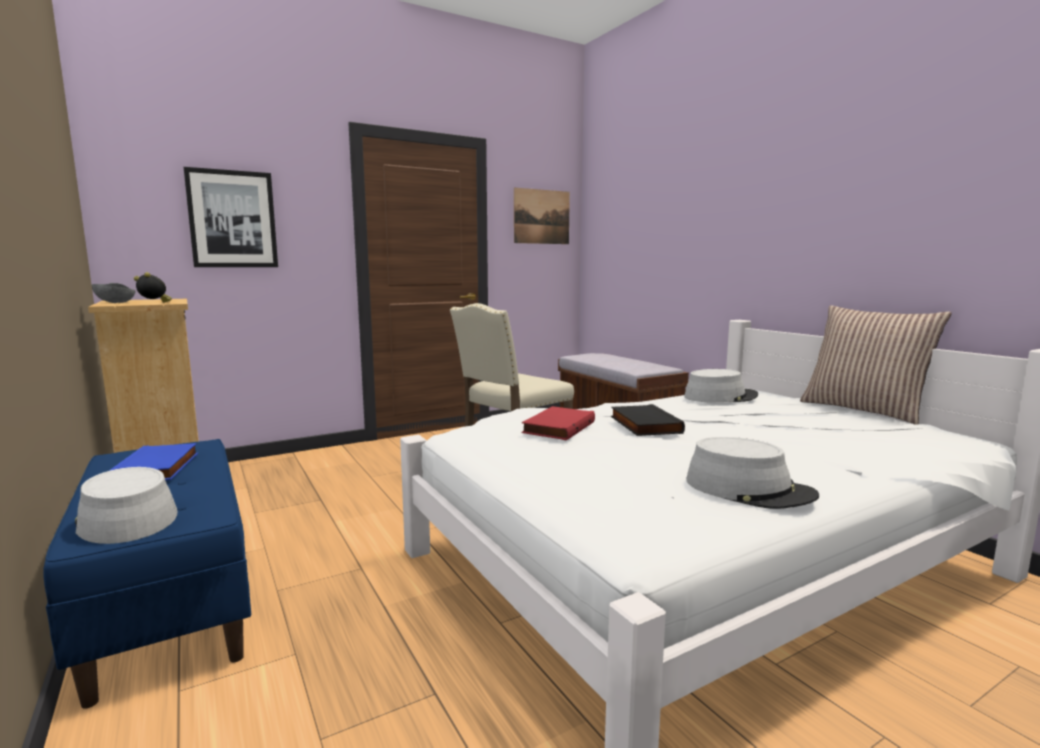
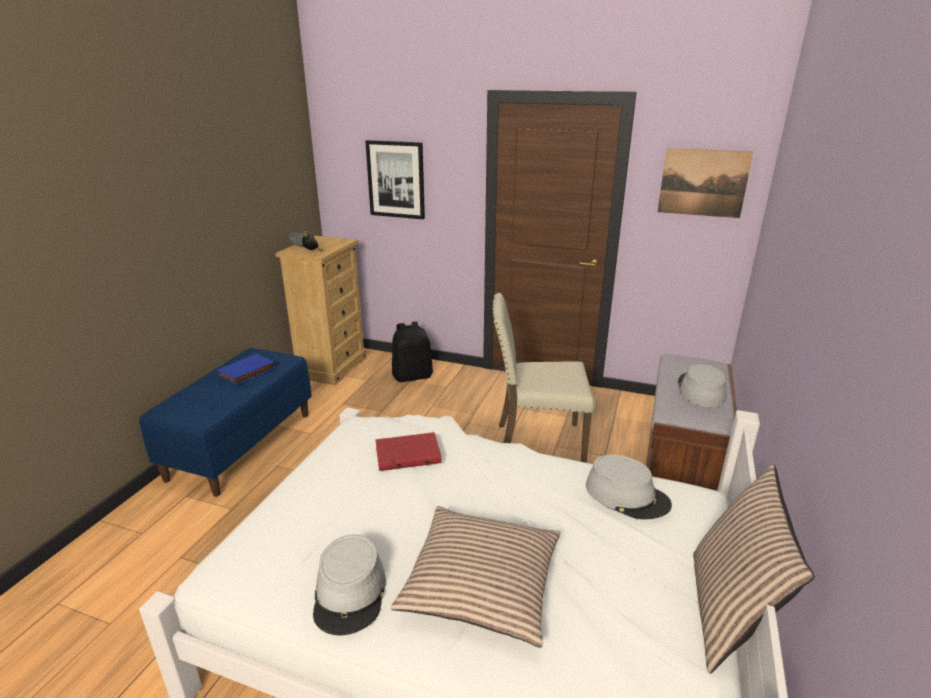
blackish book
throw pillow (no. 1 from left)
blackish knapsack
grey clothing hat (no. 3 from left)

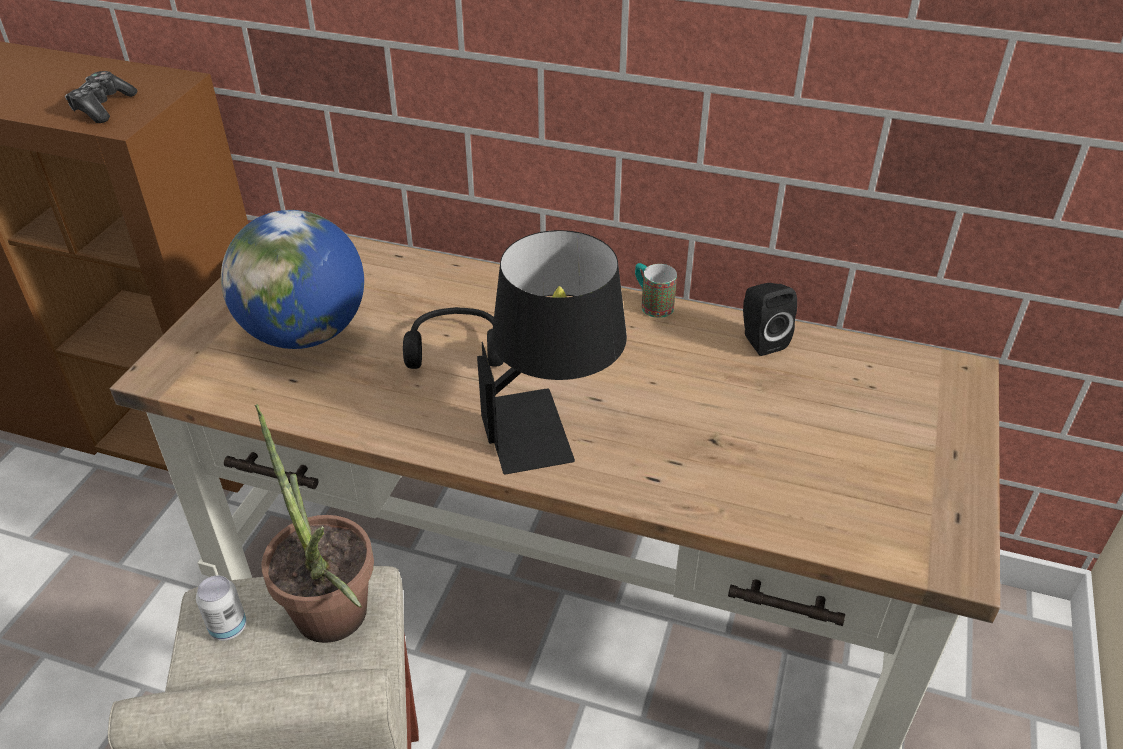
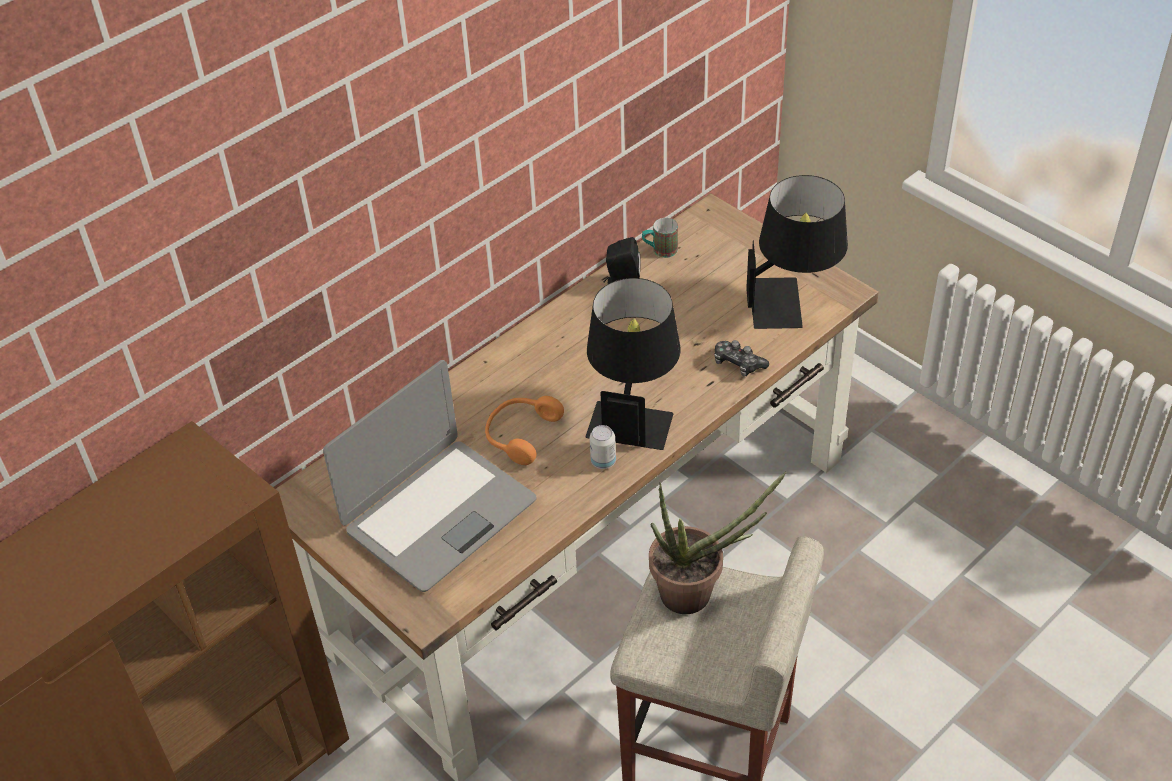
blackish table lamp (no. 2 from left)
game controller
metal can
coffee mug
portable computer
orange-coloured headset

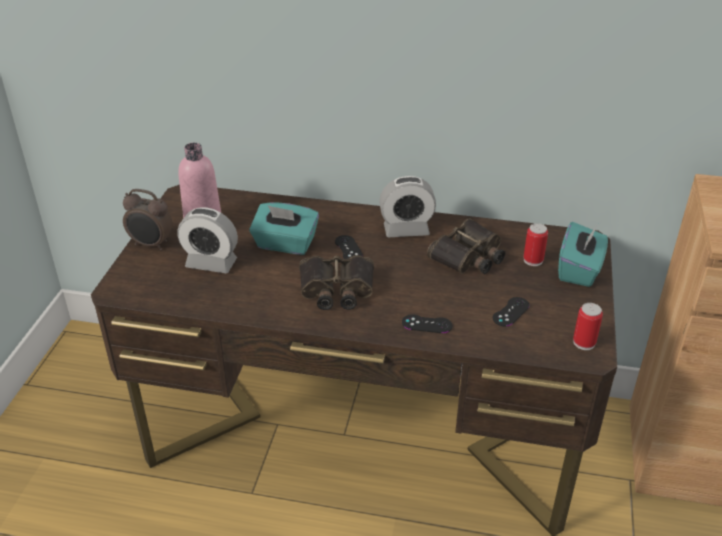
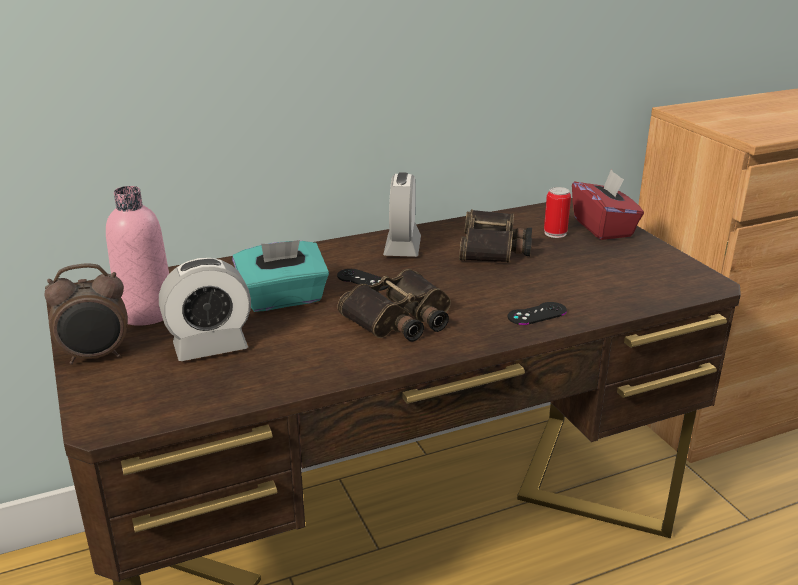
blackish game controller (no. 3 from left in the first image)
metal can (no. 2 from left in the first image)
red tissue box
alarm clock (no. 3 from left)

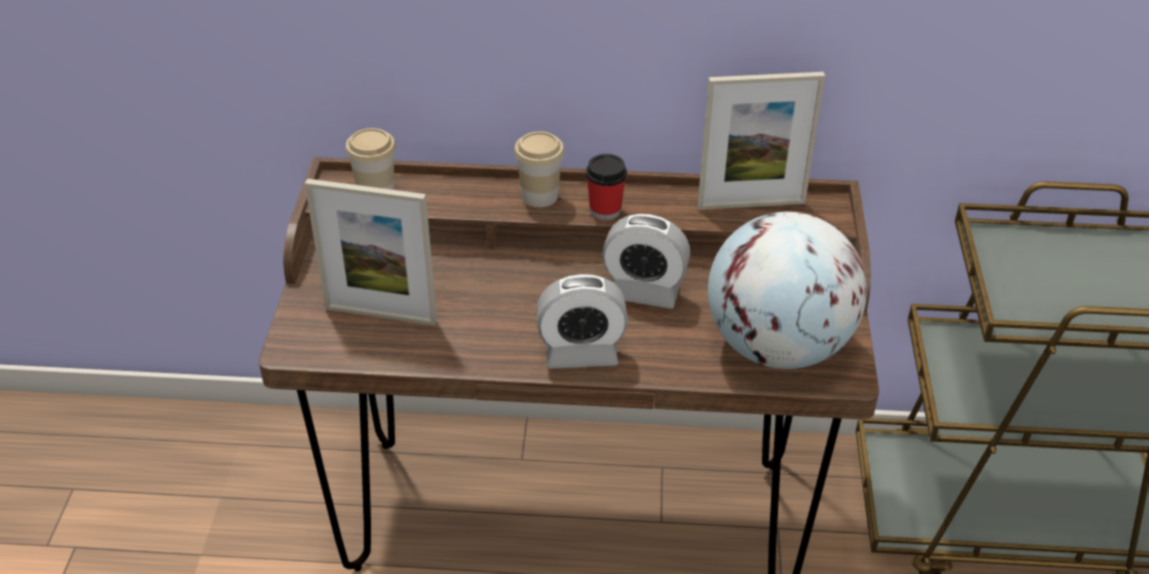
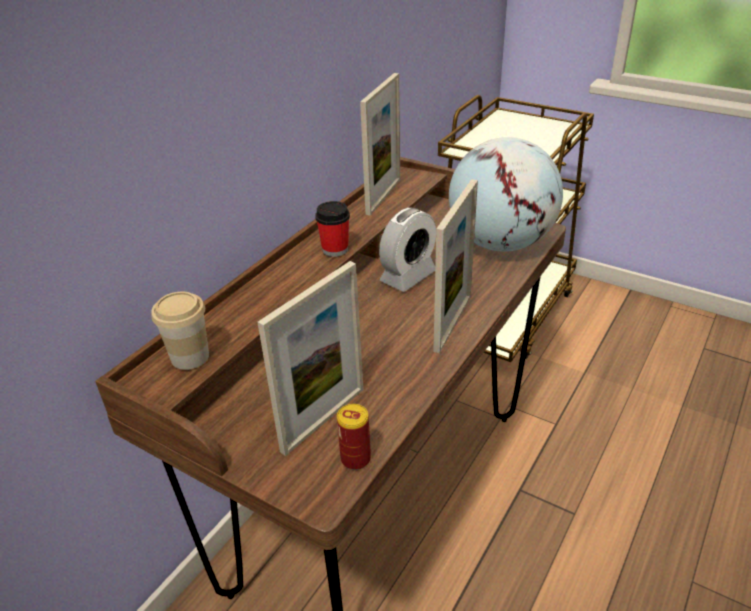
small cup (no. 2 from left in the first image)
metal can
photo frame (no. 3 from left)

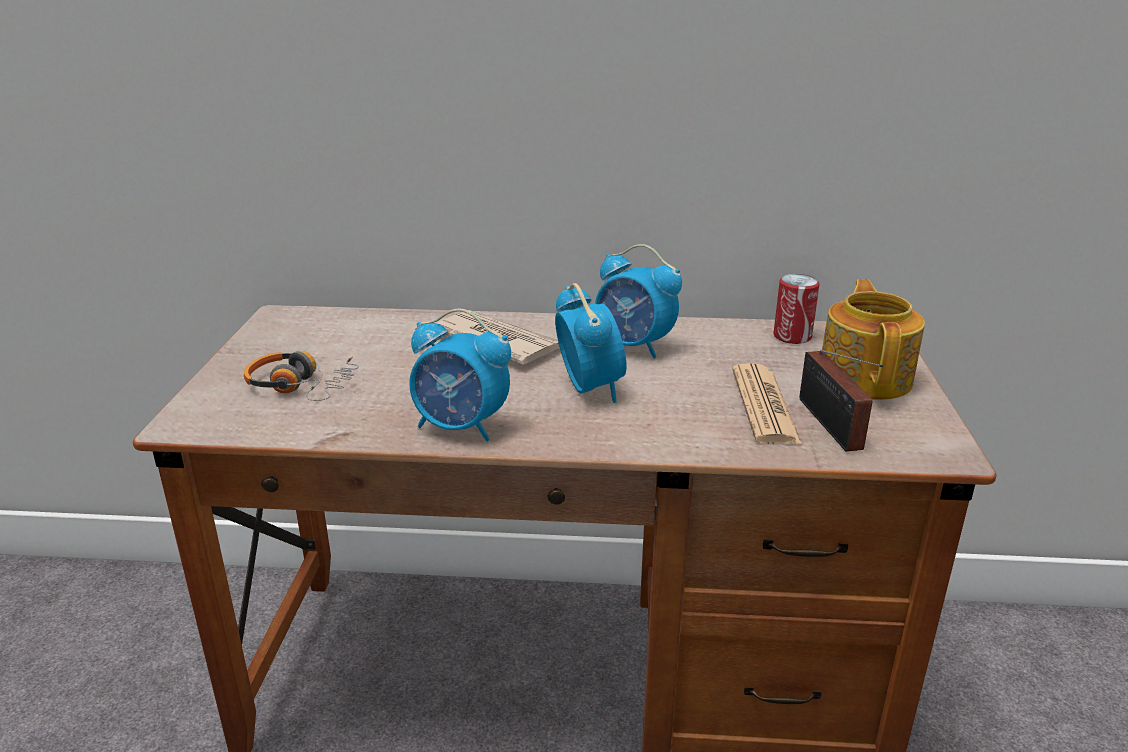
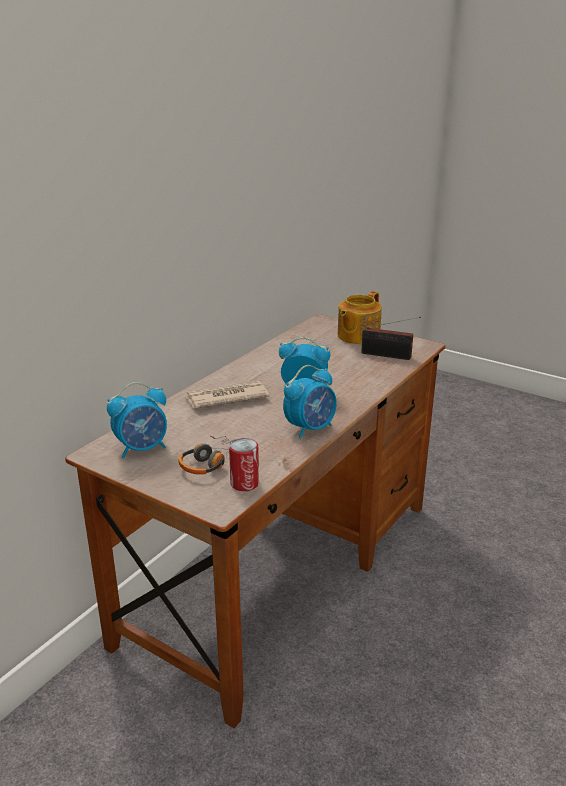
daily paper (no. 2 from left in the first image)
alarm clock (no. 1 from left)
metal can
tea pot

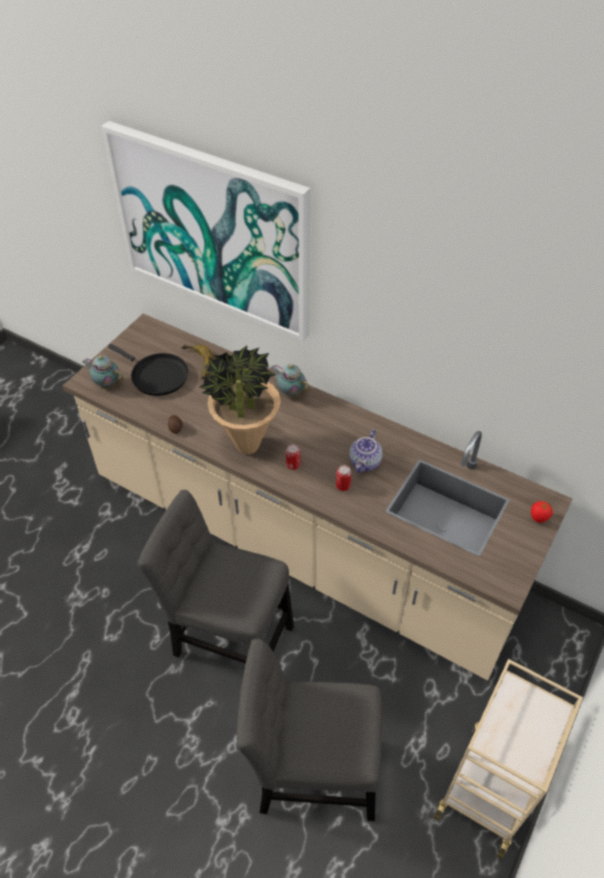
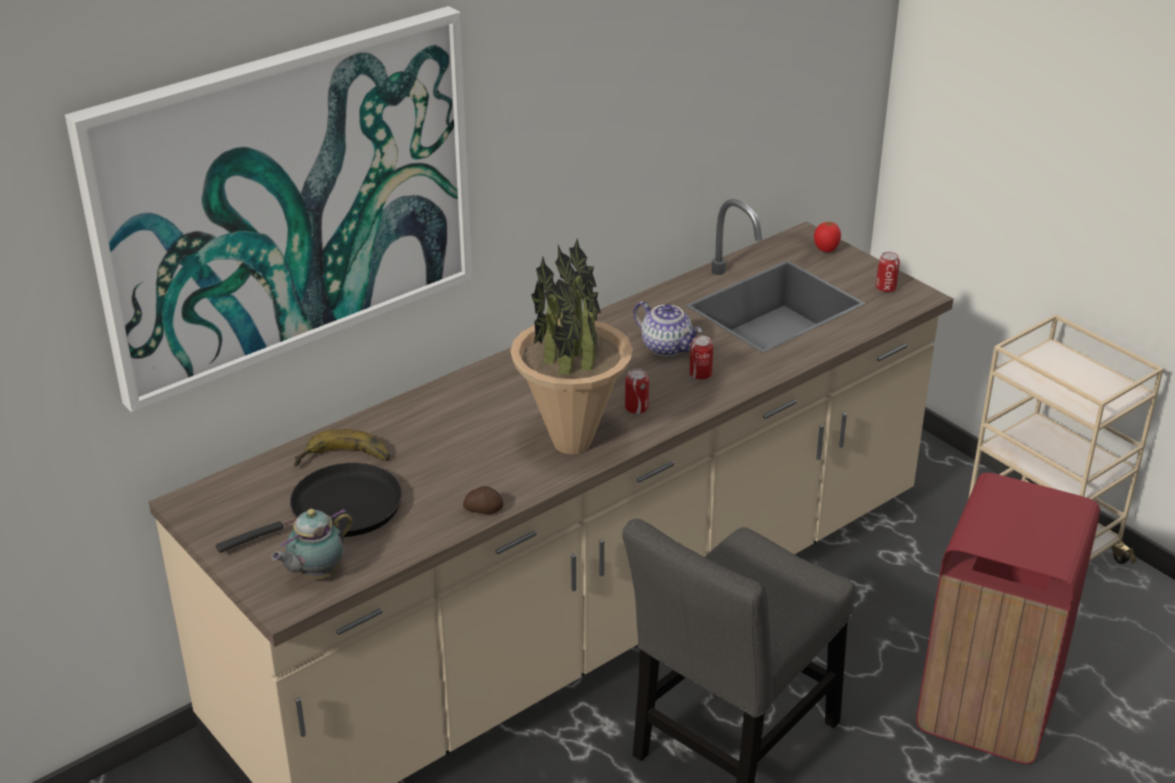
tea pot (no. 2 from left in the first image)
metal can (no. 3 from left)
red trash can

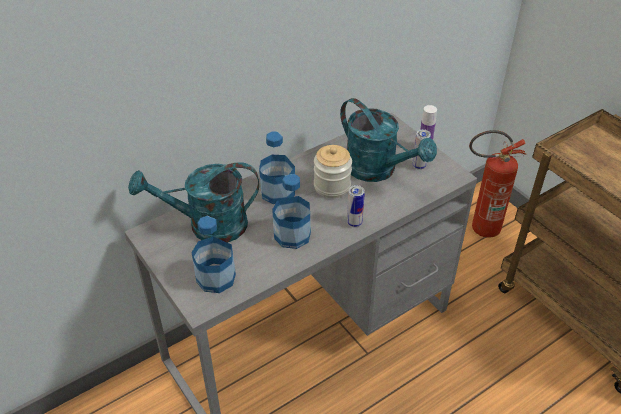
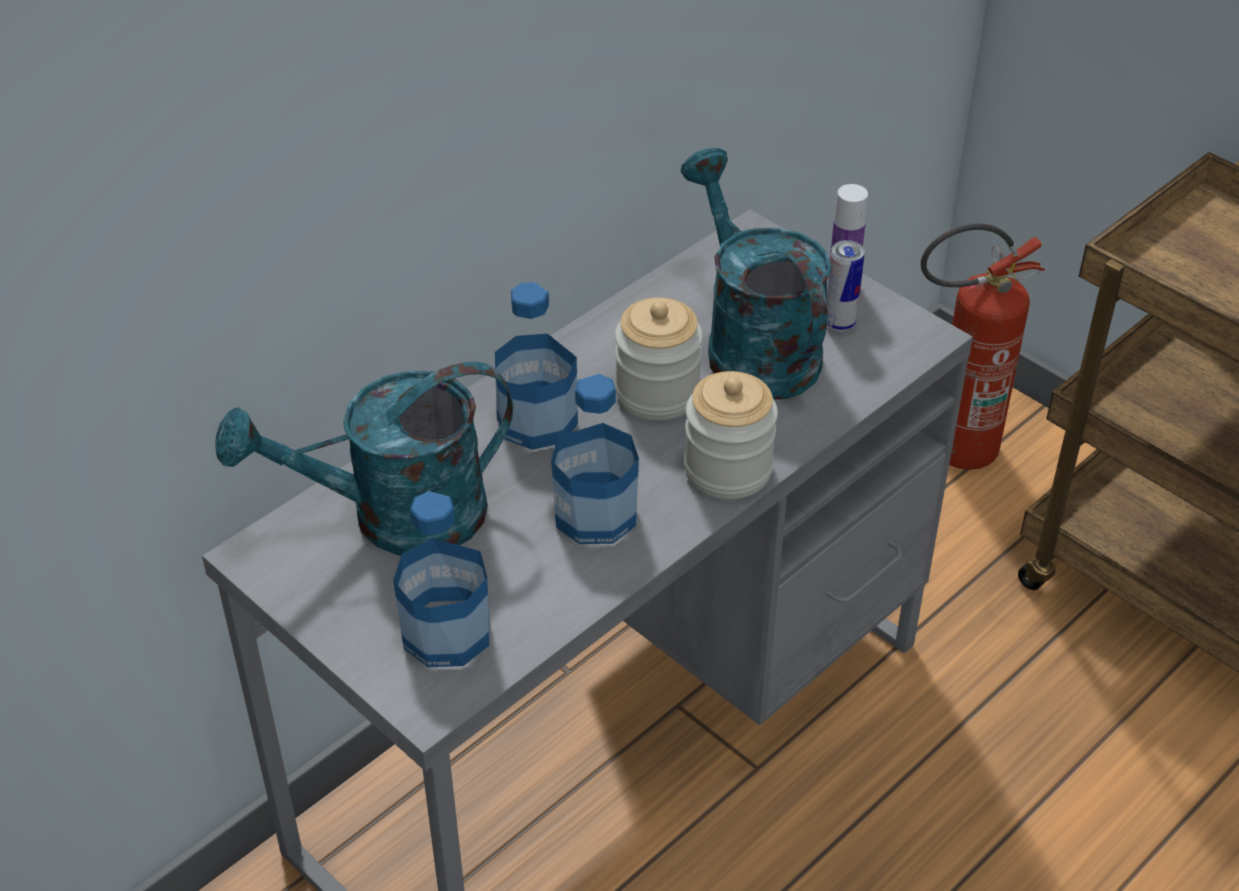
storage jar (no. 2 from left)
blue-green watering pot (no. 2 from left)

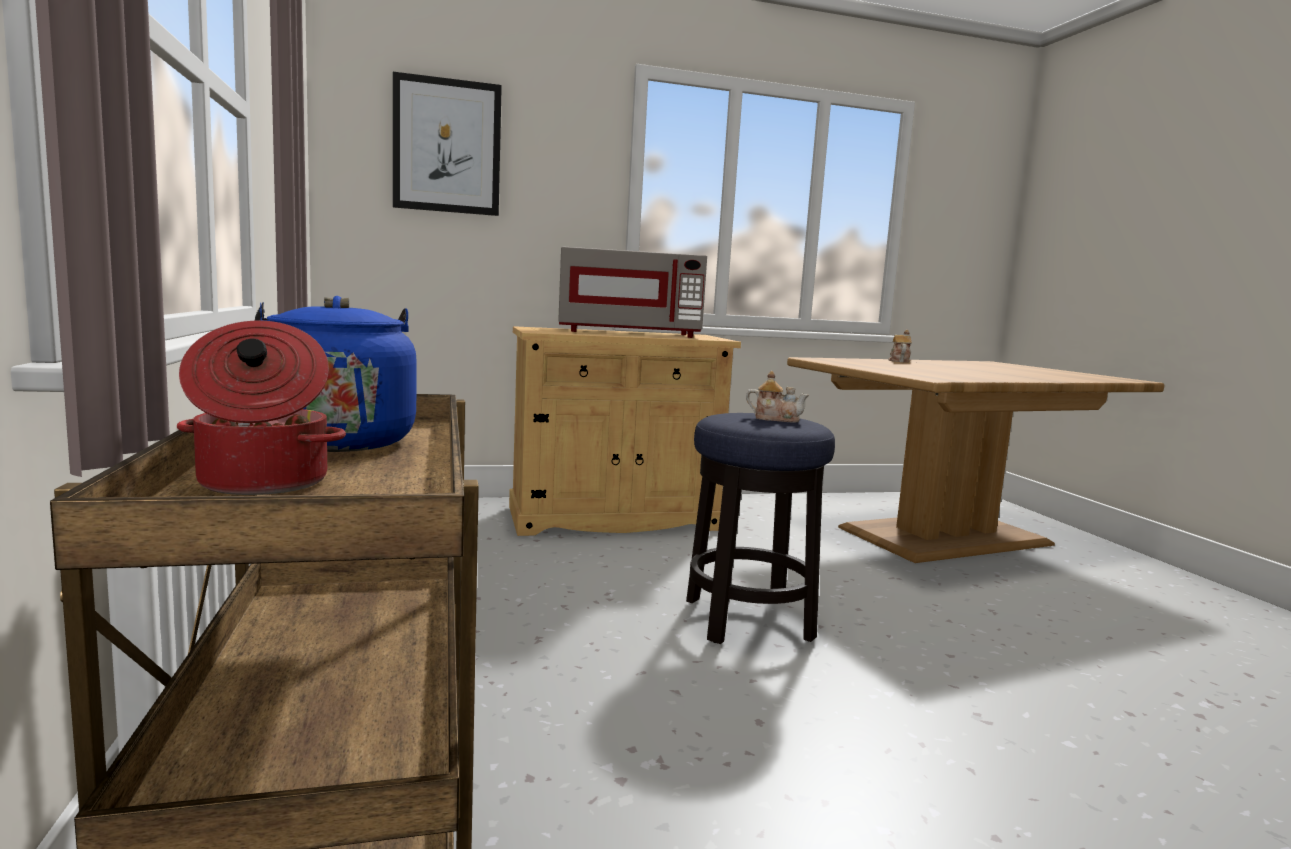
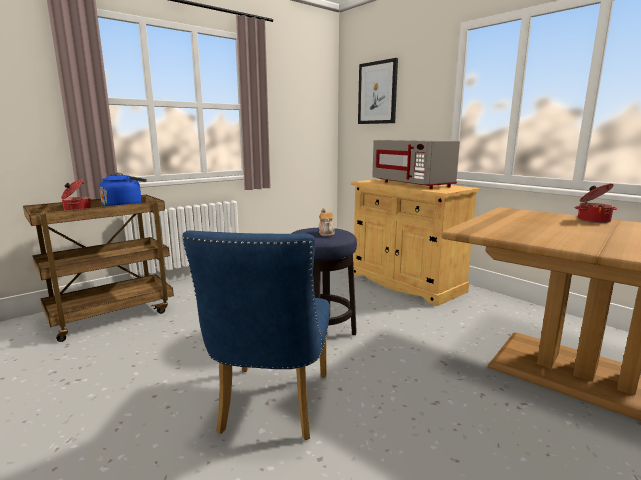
bluish chair
saucepot (no. 2 from left)

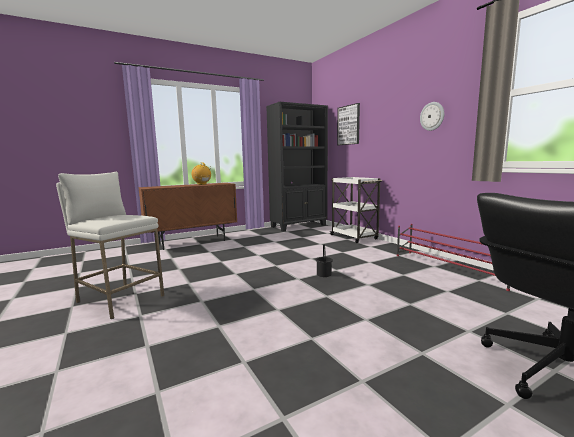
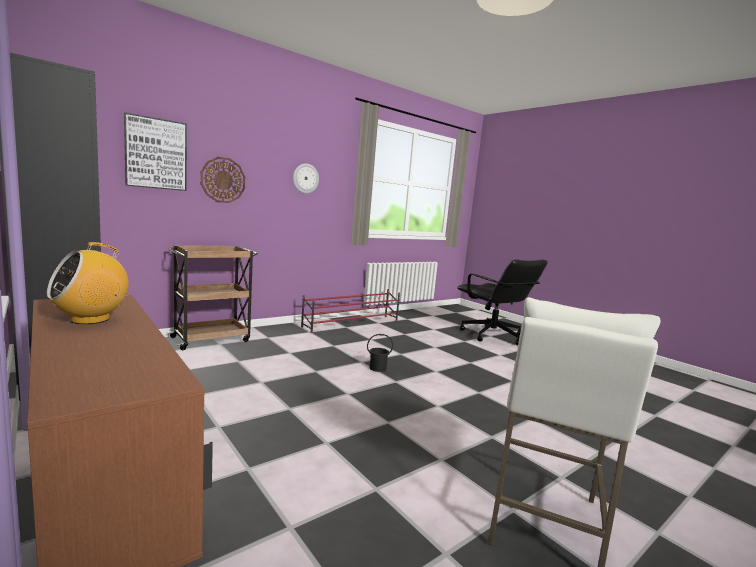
hanging clock (no. 1 from left)
brownish trolley

